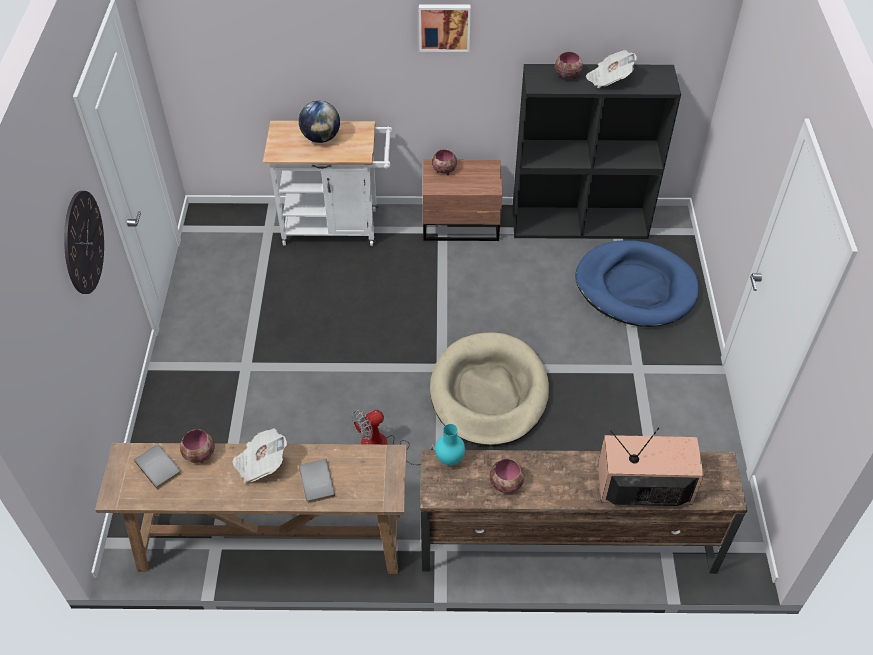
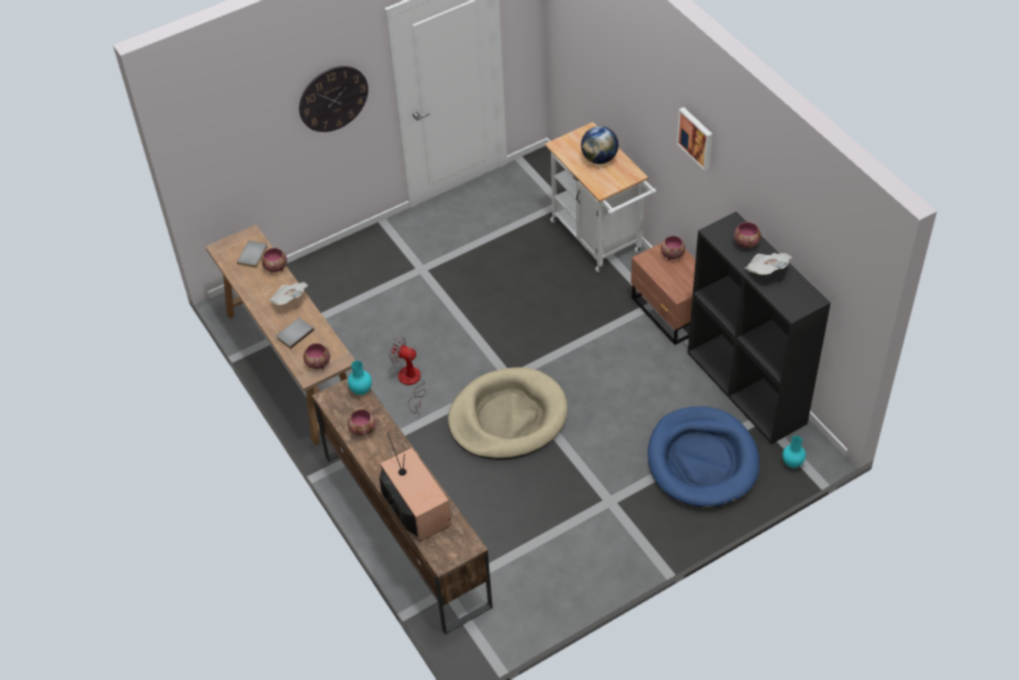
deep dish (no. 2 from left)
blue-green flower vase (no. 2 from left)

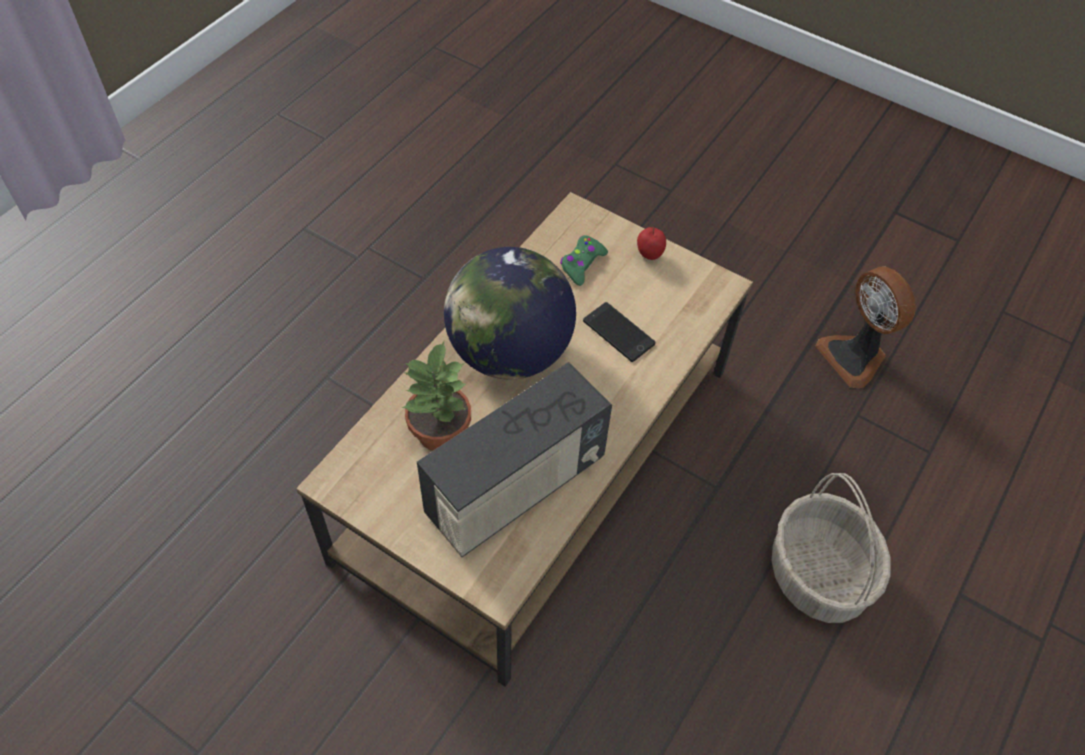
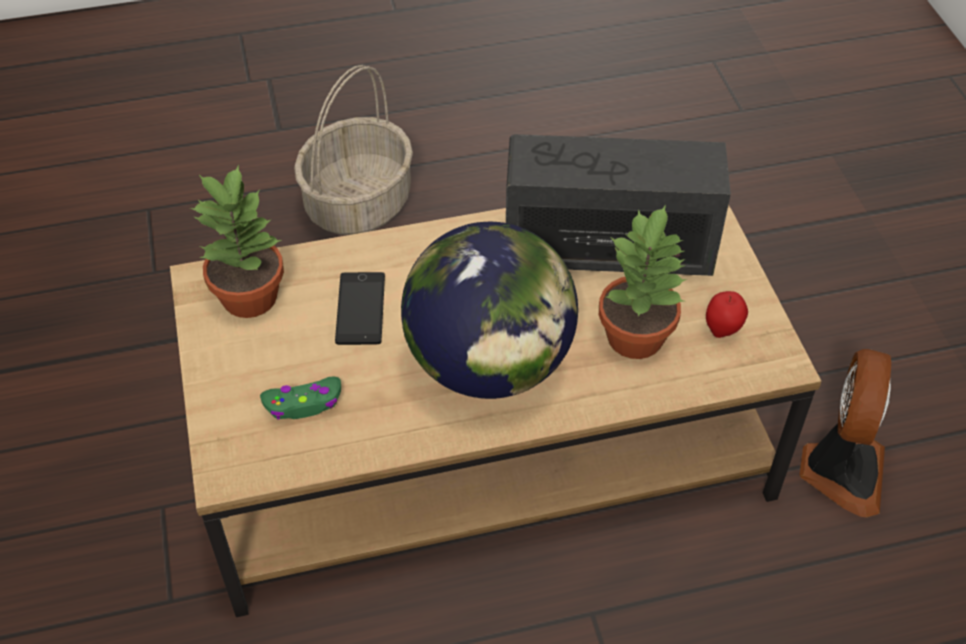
houseplant (no. 1 from left)
whole apple
fan

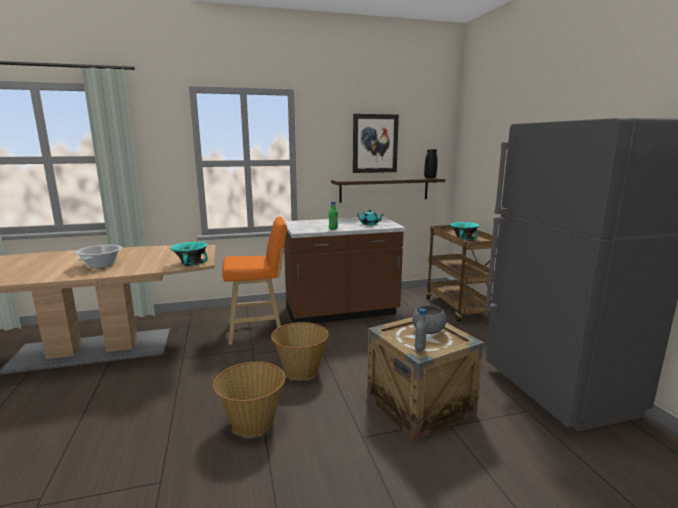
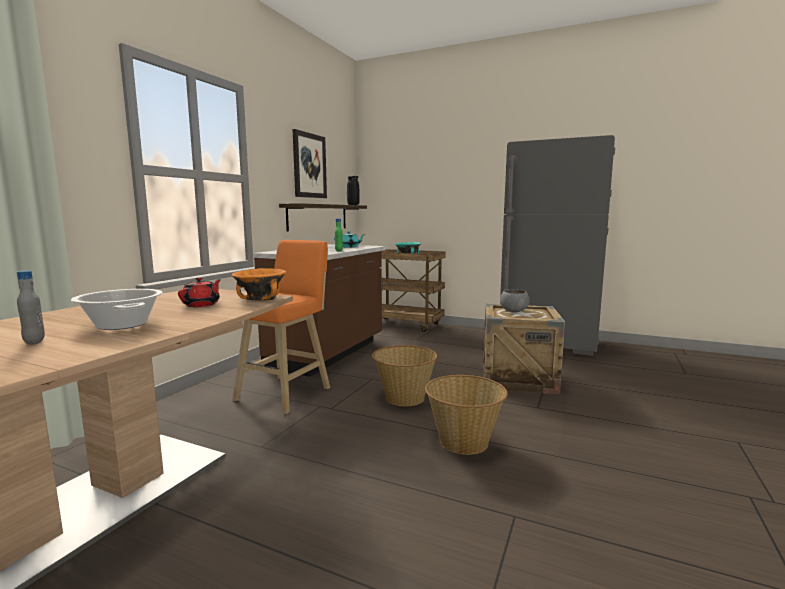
red tea pot
grey beverage bottle
orange-coloured deep dish

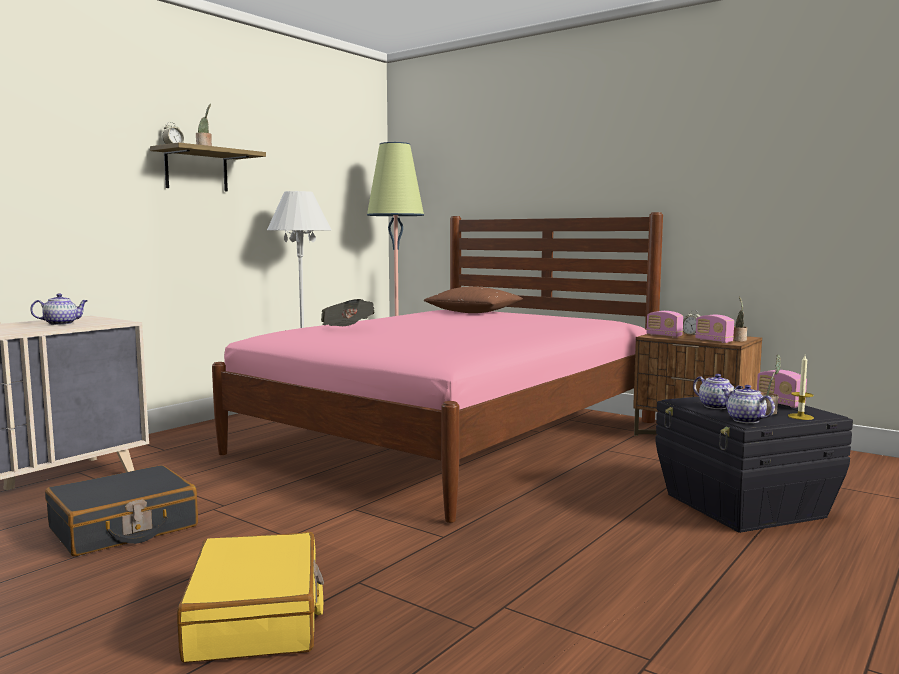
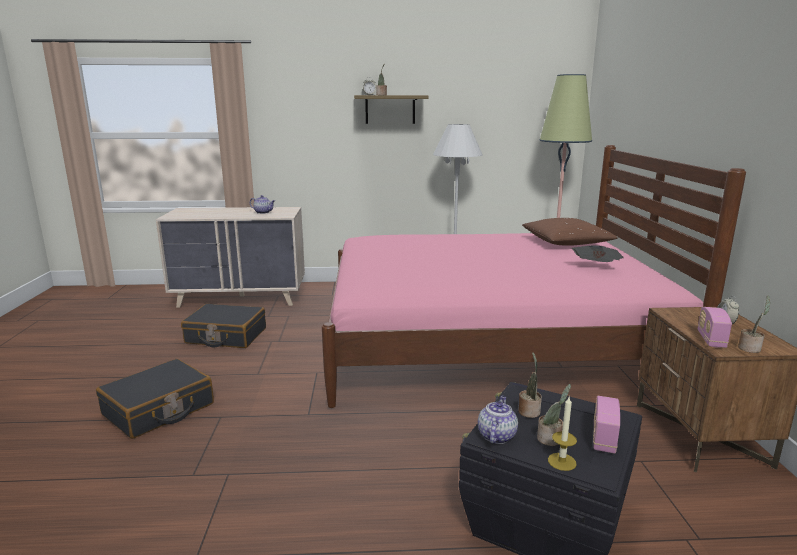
radio set (no. 1 from left in the first image)
daily paper
houseplant (no. 2 from left)
blackish travel case (no. 1 from left)

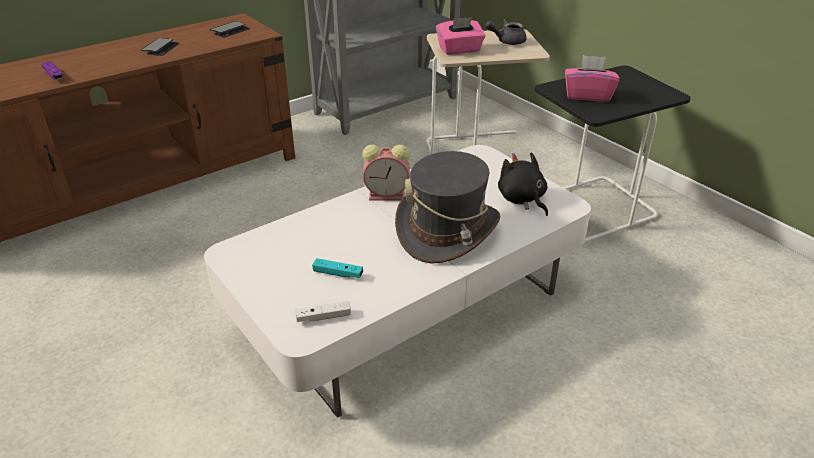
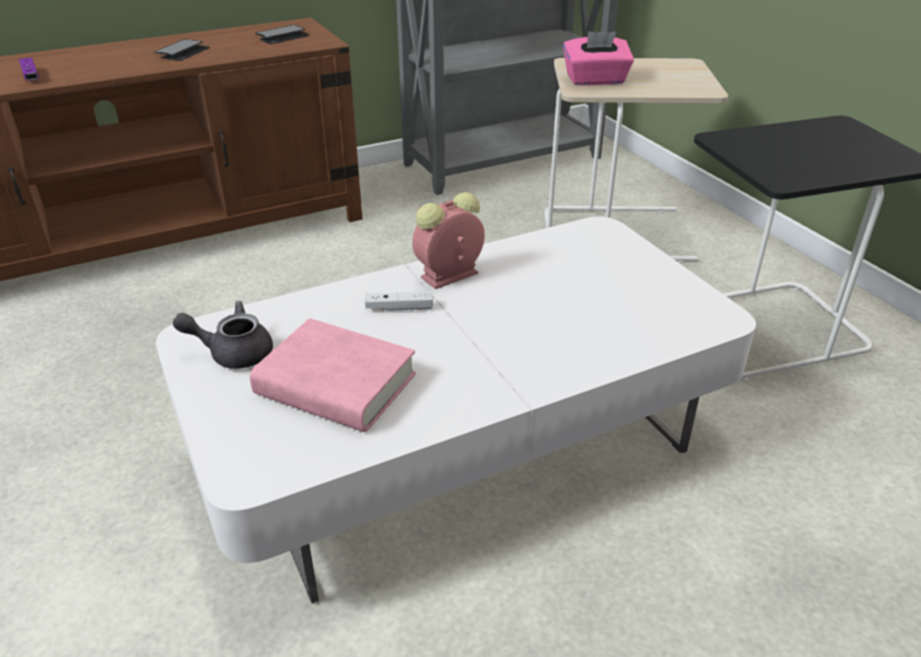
grey clothing hat
blackish plush toy
pink-coloured tissue box (no. 2 from left in the first image)
whitish game controller
grey tea pot
pink-coloured book
alarm clock

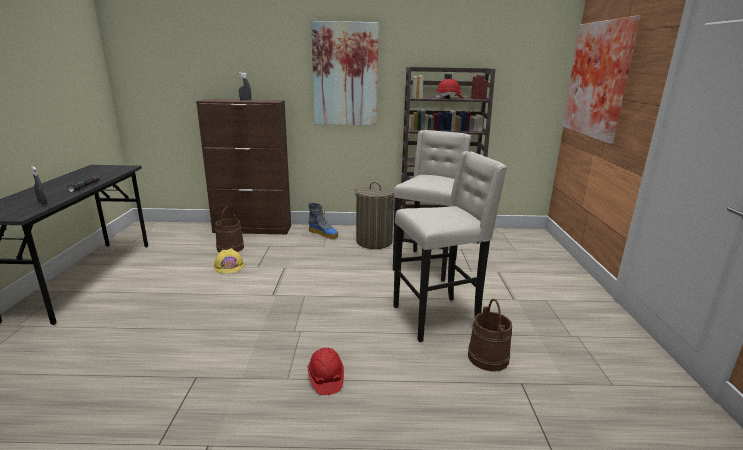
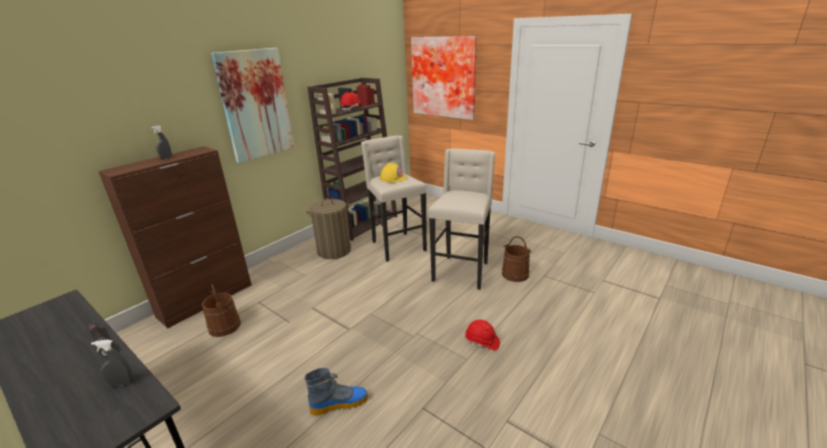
yellowish hard hat
tall boot

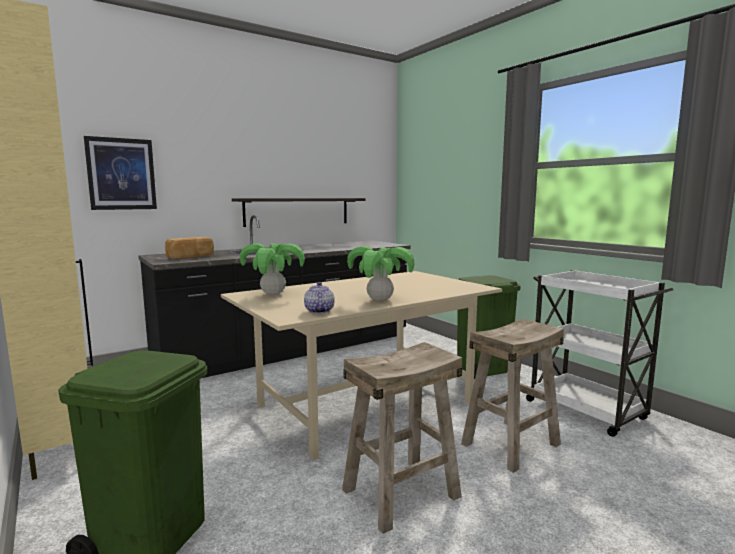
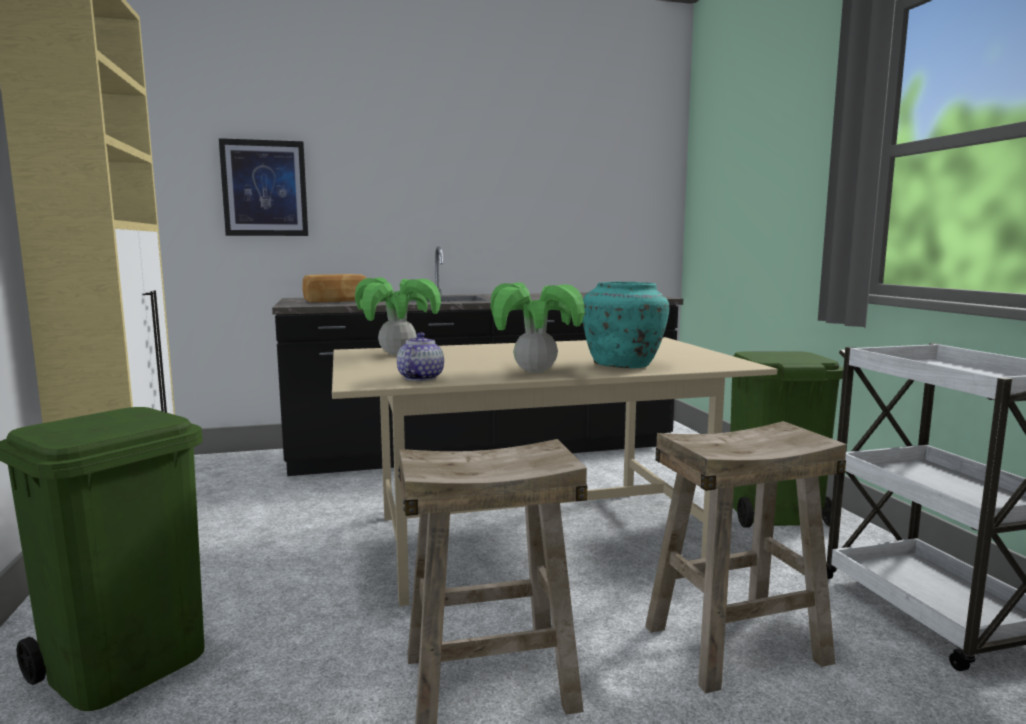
bracket shelf
blue-green flower vase

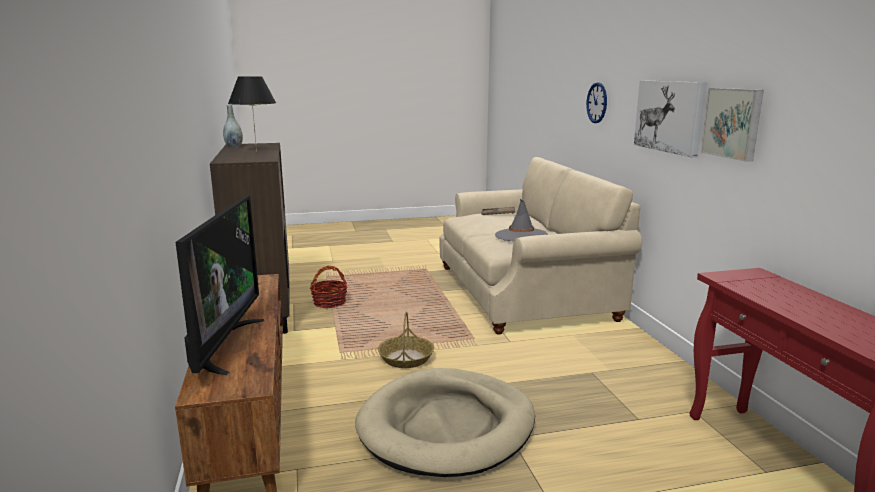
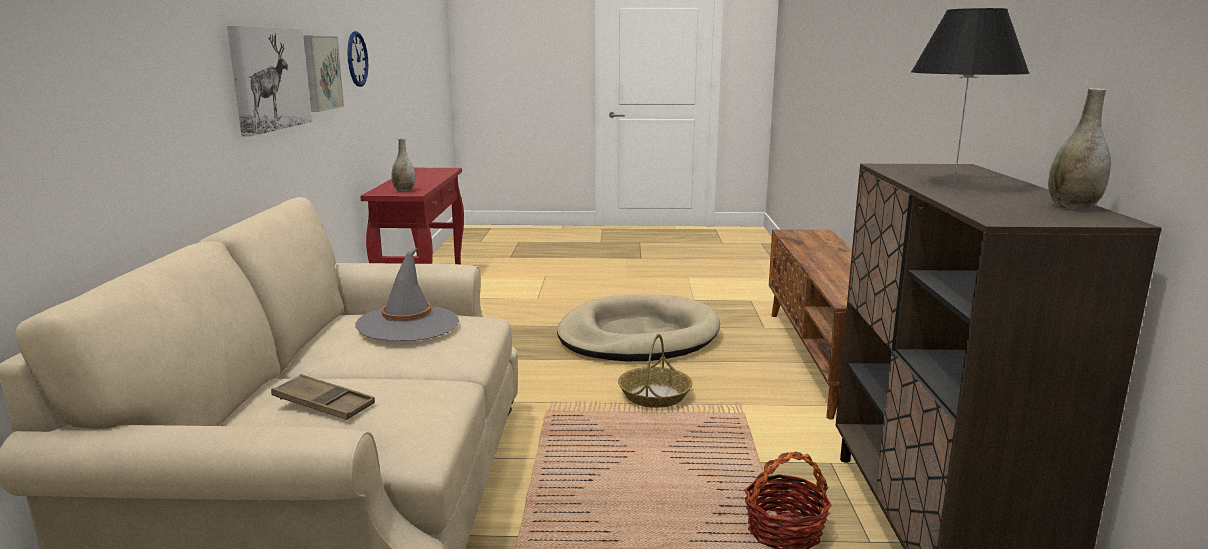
TV
grey flower vase (no. 1 from left)
hanging clock

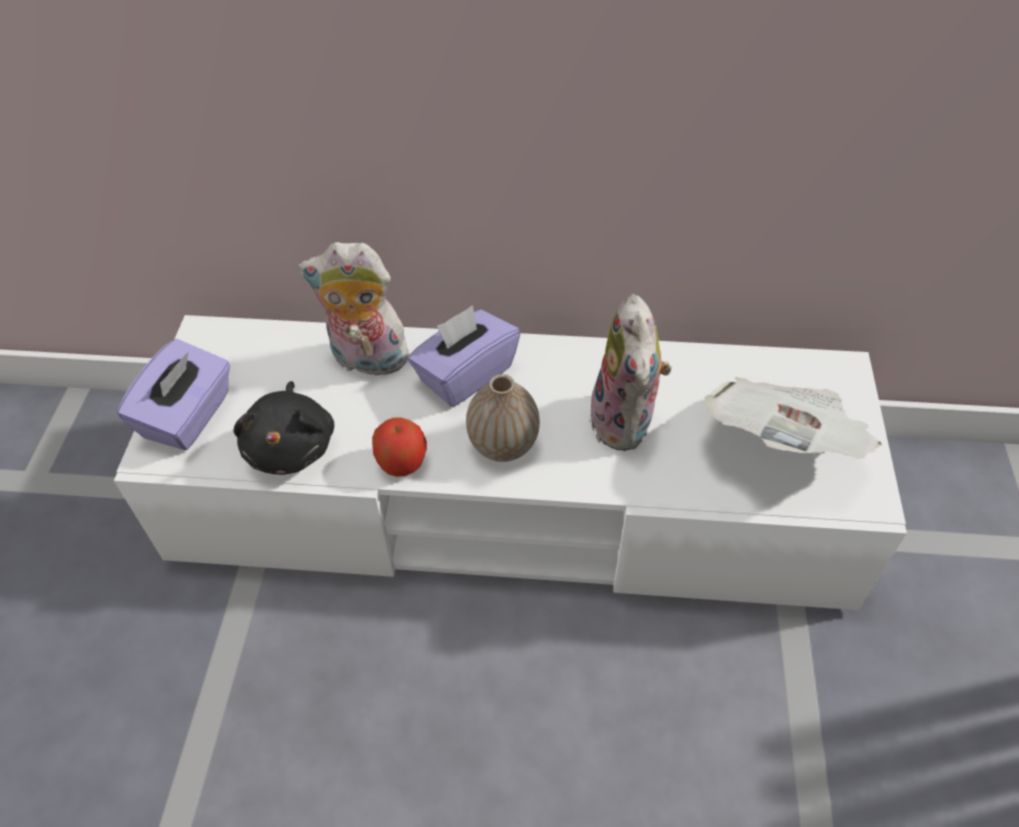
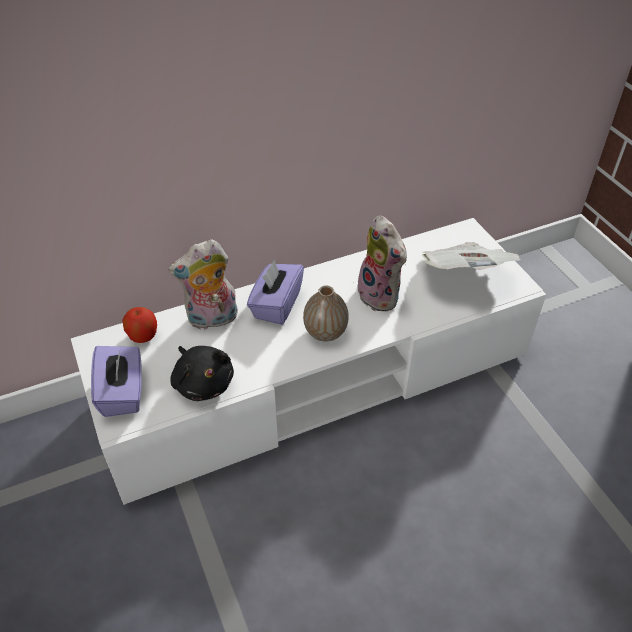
whole apple

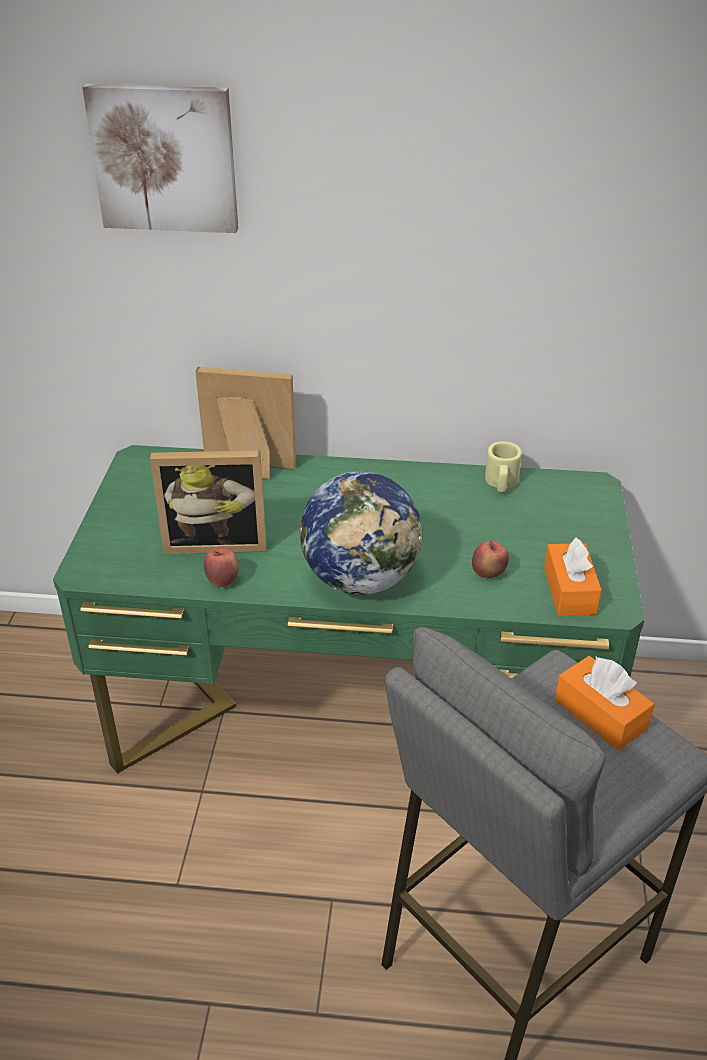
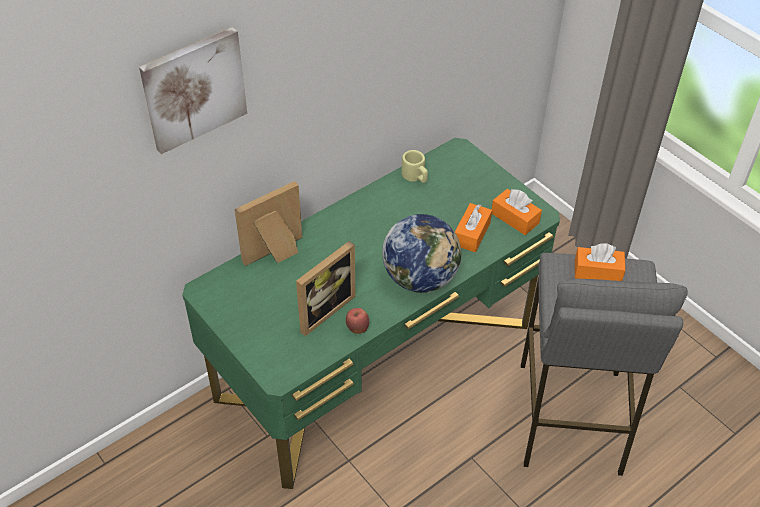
orange-coloured tissue box (no. 1 from left)

